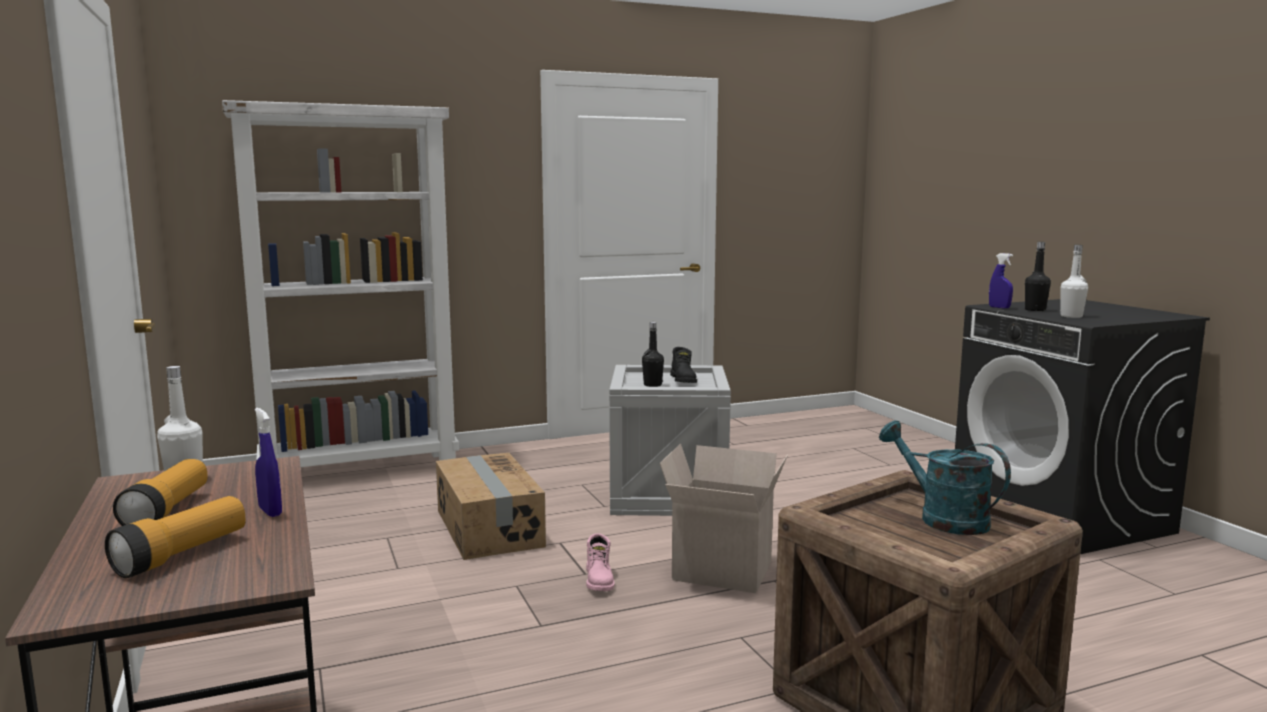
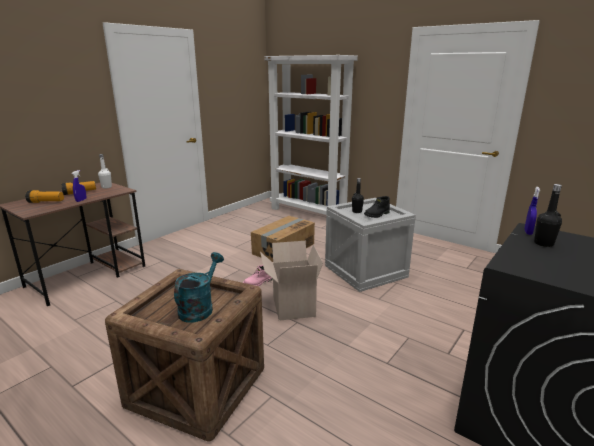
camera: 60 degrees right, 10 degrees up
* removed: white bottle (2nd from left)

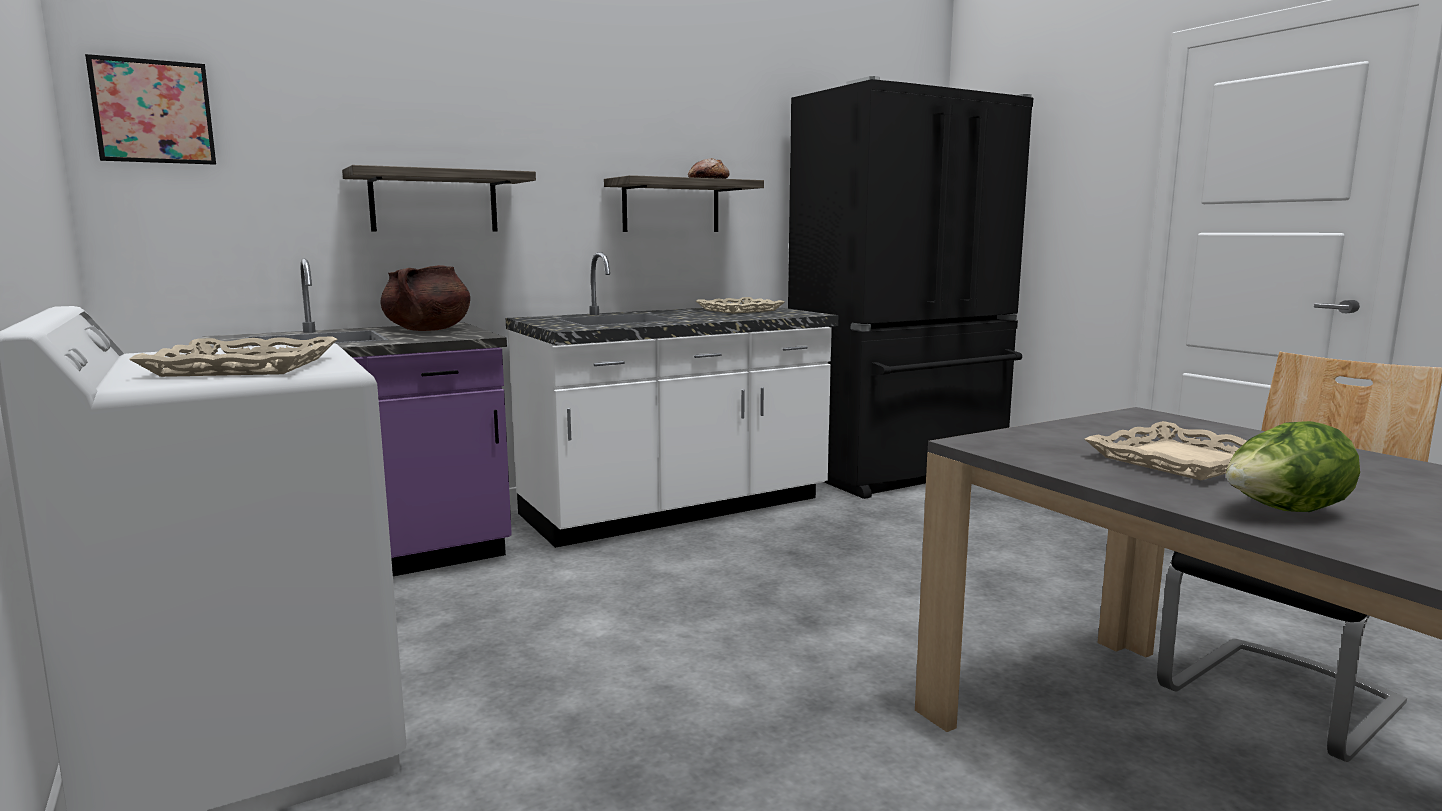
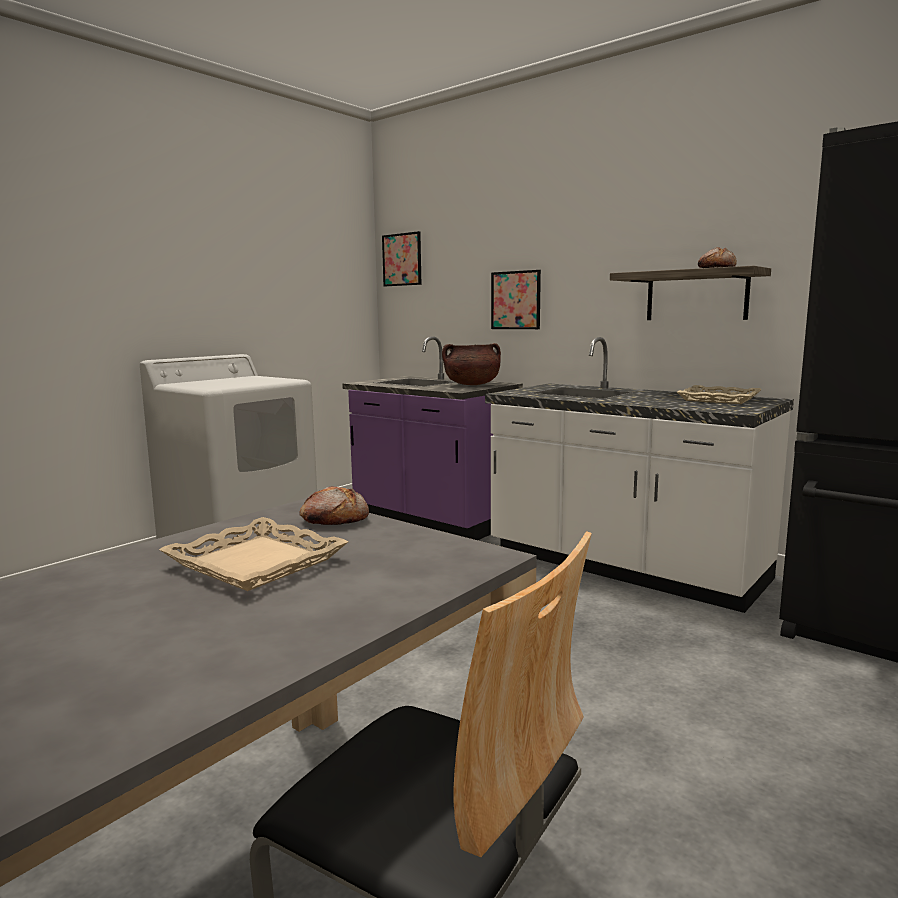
camera: 70 degrees right, 0 degrees up
* removed: beige tray (1st from left)
* removed: lettuce
* added: bread (1st from left)
* replaced: shelf (1st from left) to picture (2nd from left)

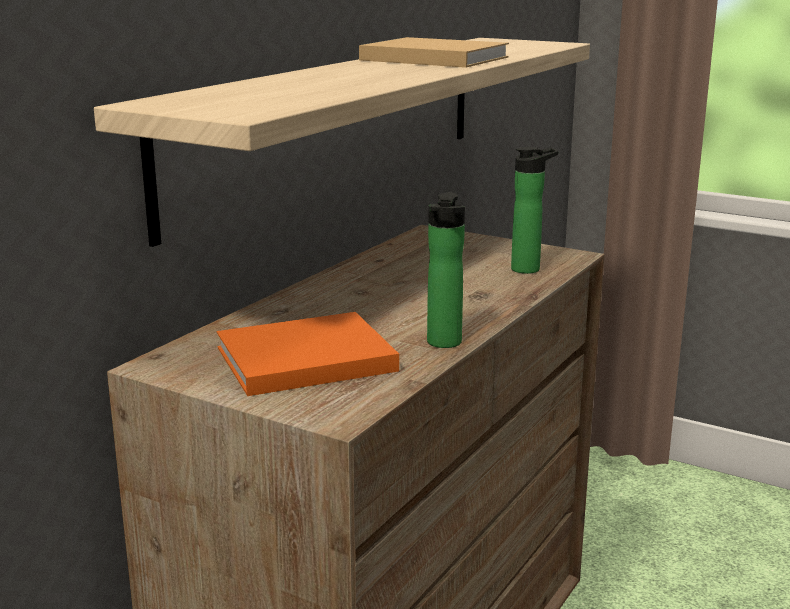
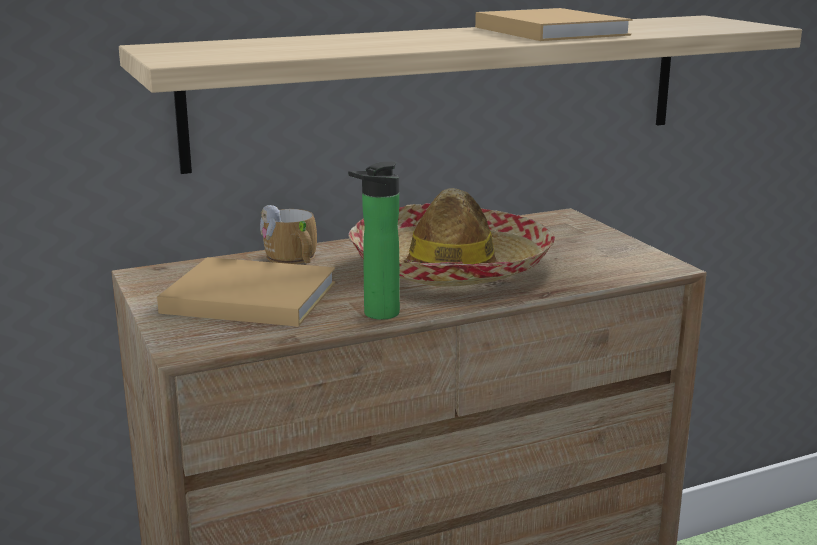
camera: 35 degrees right, 0 degrees up
* removed: bottle (2nd from left)
* added: mug
* added: hat
* recoloured: orange book to beige book (1st from left)

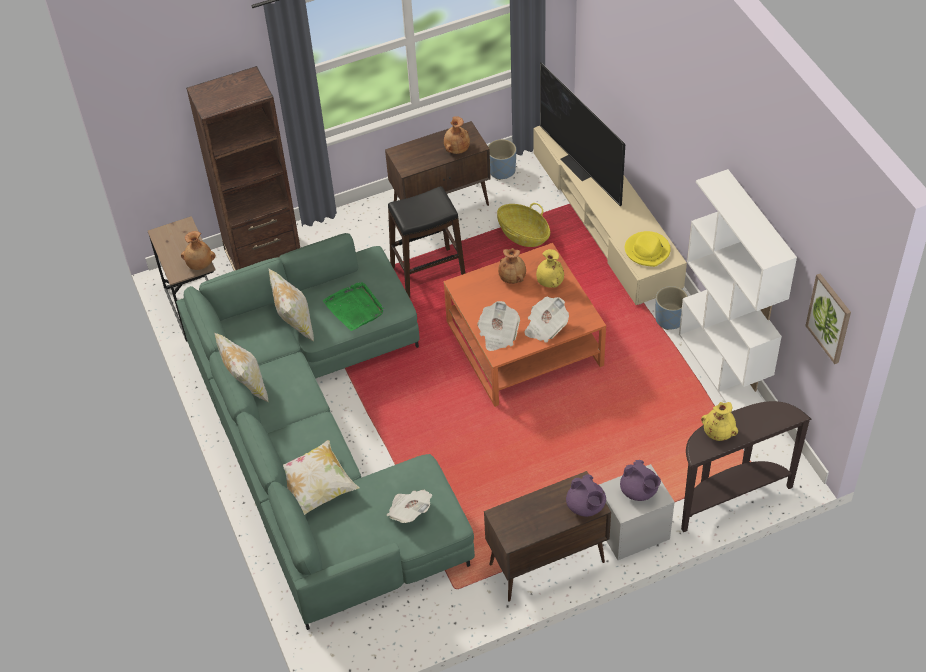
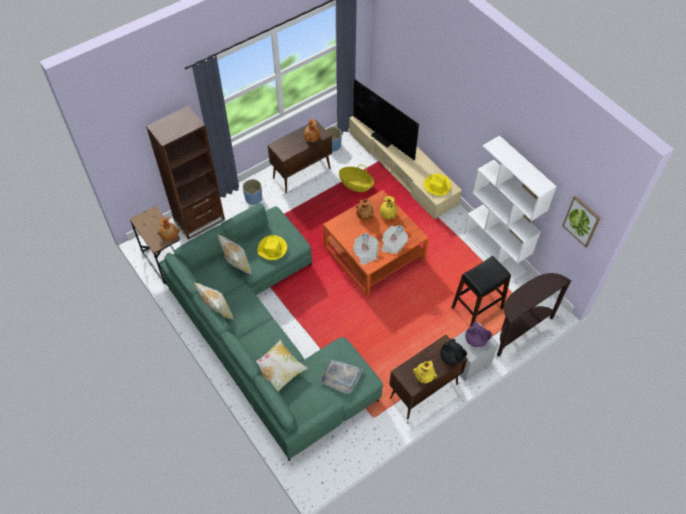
camera: 15 degrees left, 5 degrees up
* moved: black stool
* moved: blue planter (2nd from left in the first image) to blue planter (1st from left)
* moved: yellow vase (2nd from left)
* replaced: green tray to yellow hat (1st from left)
* replaced: newspaper (1st from left) to grey tray
* recoloured: purple teapot (1st from left) to black teapot

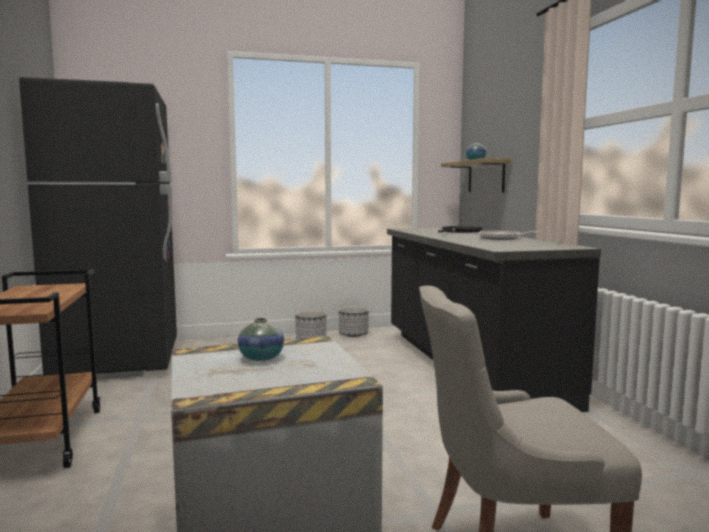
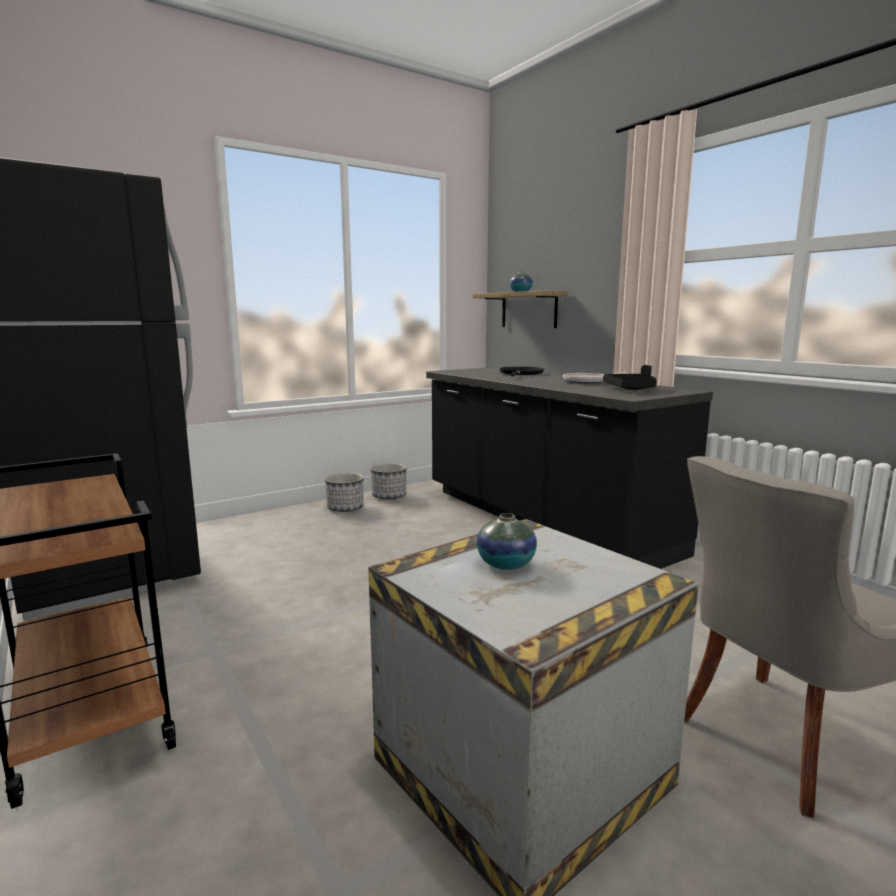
camera: 20 degrees left, 5 degrees up
* added: black tray

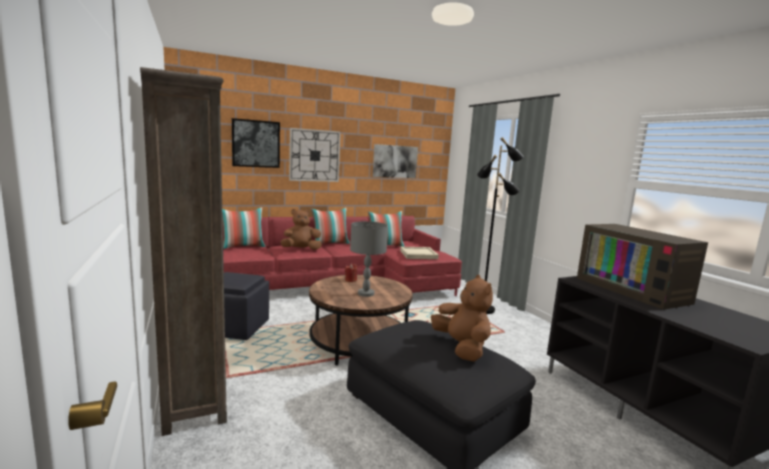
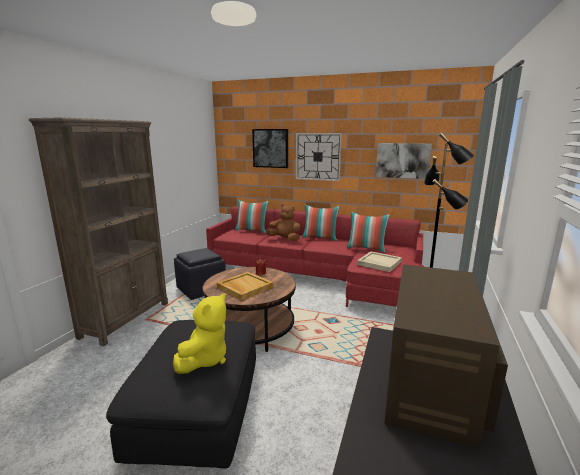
camera: 45 degrees right, 5 degrees up
* replaced: grey table lamp to beige tray (1st from left)
* recoloured: brown plush toy (2nd from left) to yellow plush toy

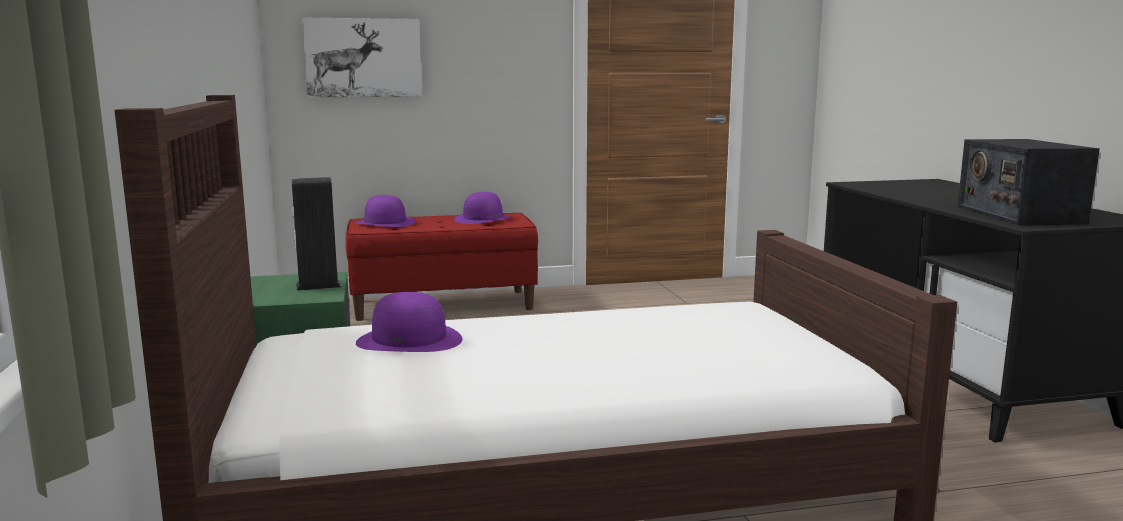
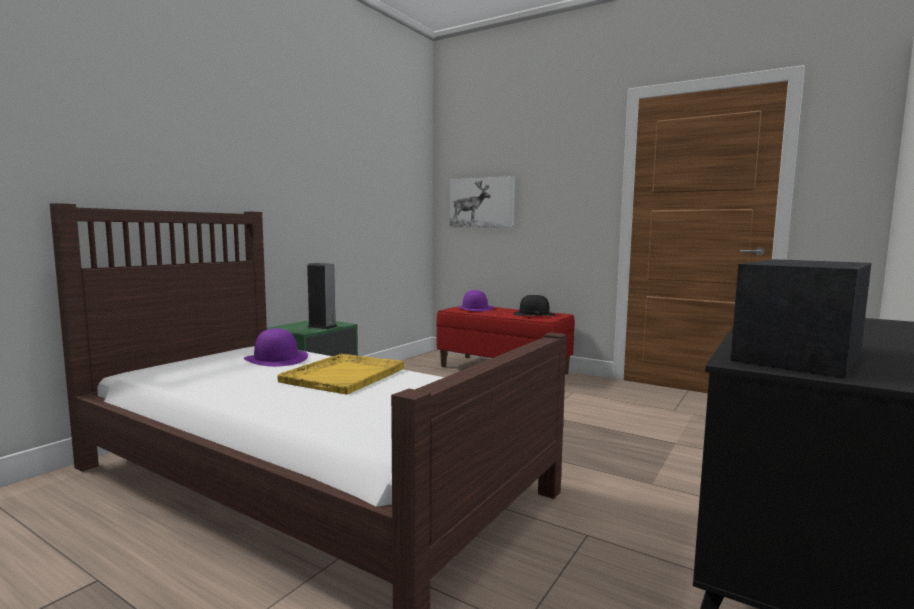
camera: 45 degrees right, 5 degrees down
* added: yellow tray
* recoloured: purple hat (3rd from left) to black hat

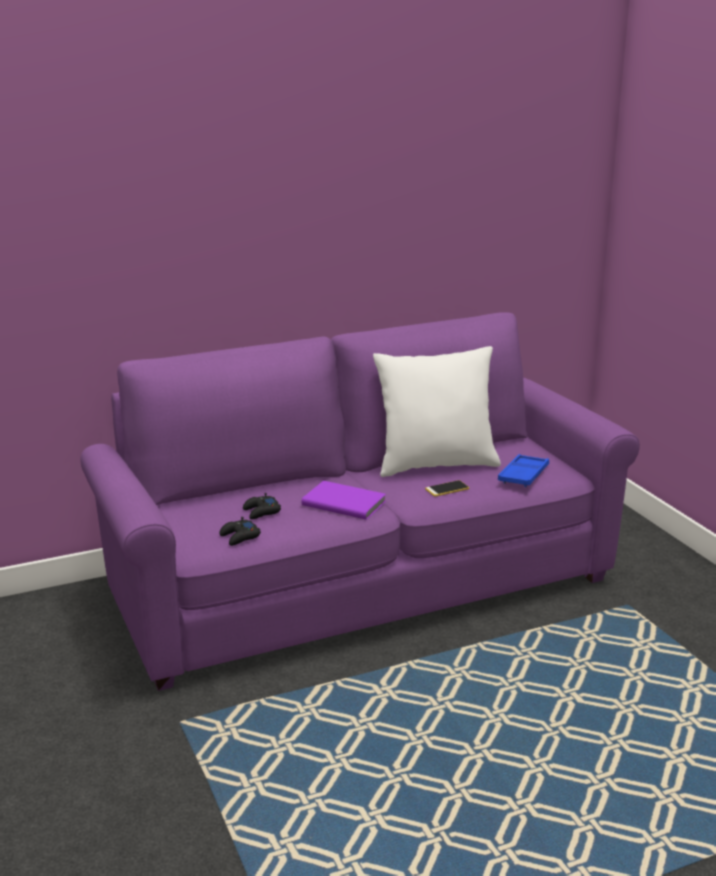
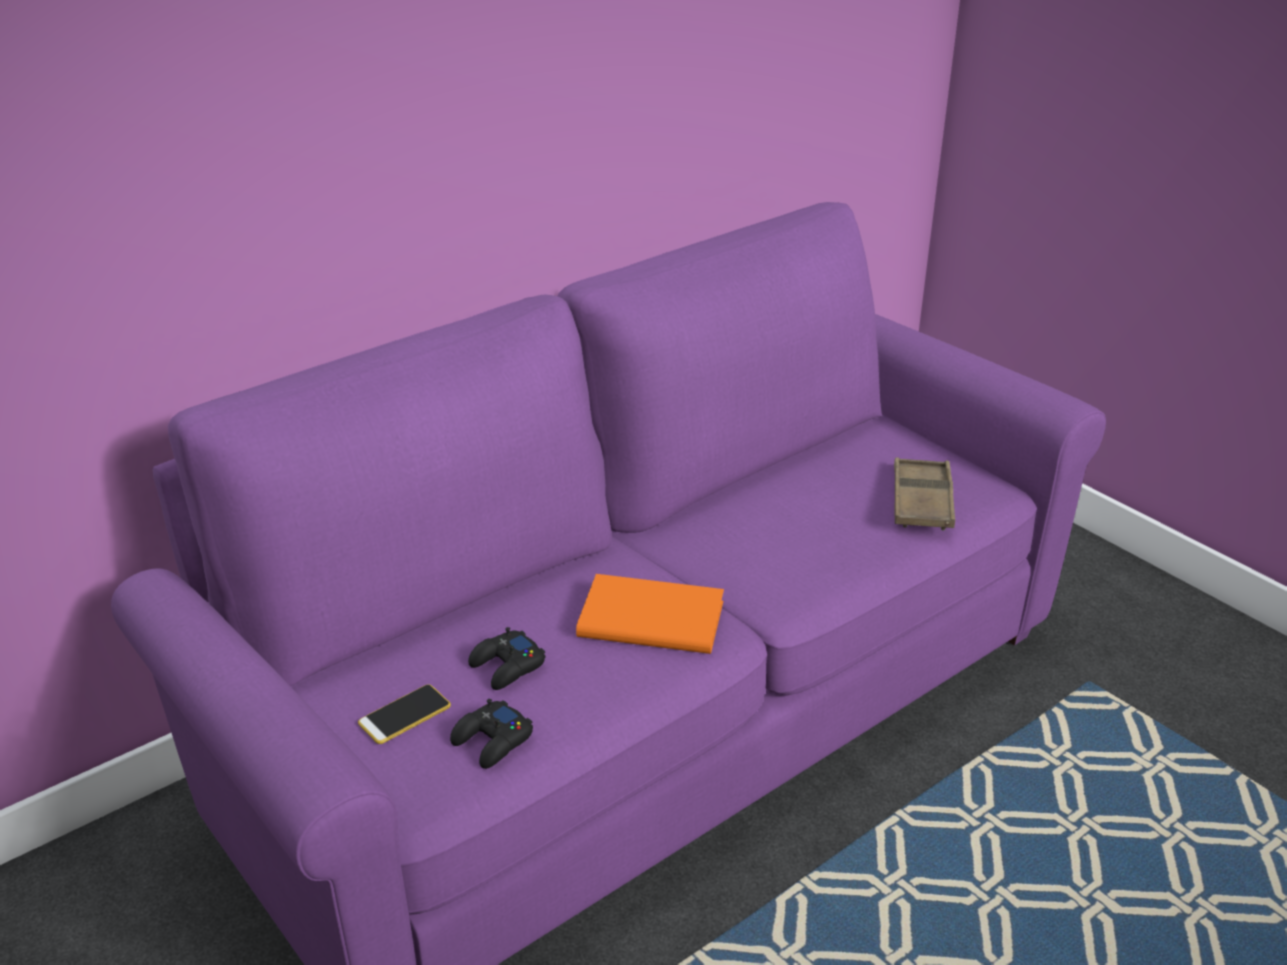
camera: 15 degrees left, 10 degrees up
* removed: white pillow
* moved: phone
* recoloured: purple book to orange book
* recoloured: blue tray to brown tray

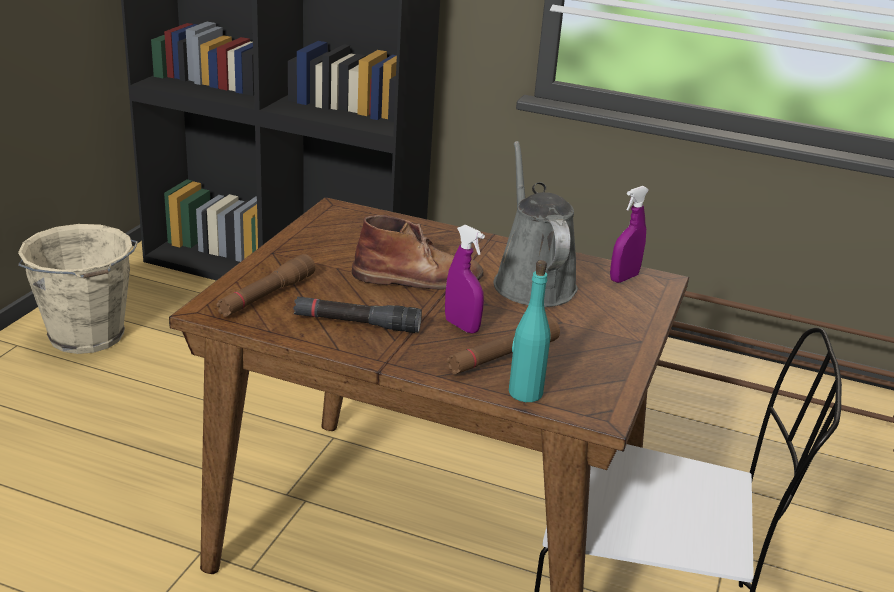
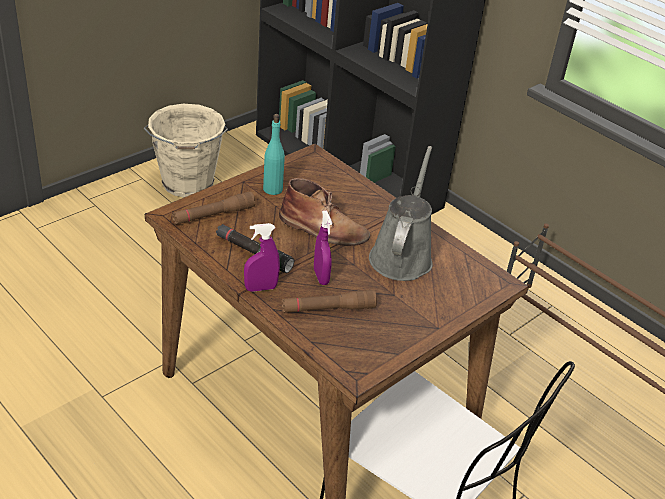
camera: 25 degrees right, 10 degrees up
* moved: turquoise bottle
* moved: purple spray bottle (2nd from left in the first image) to purple spray bottle (1st from left)

